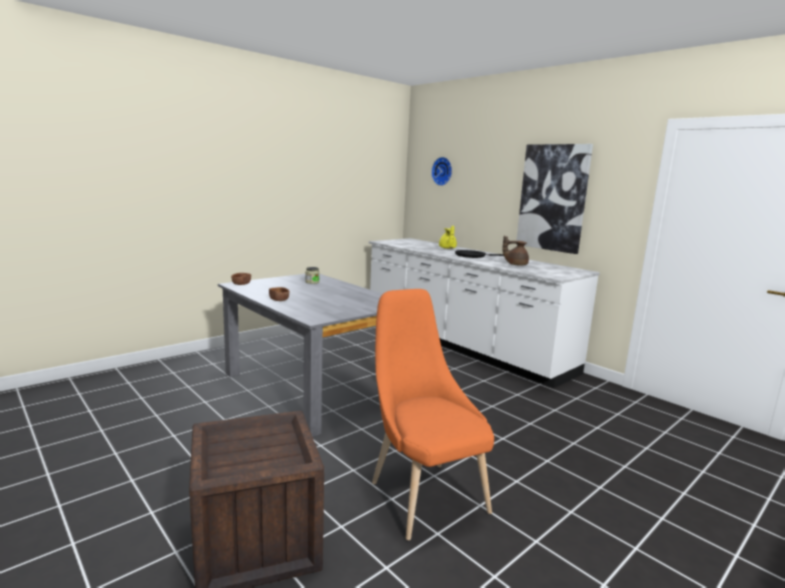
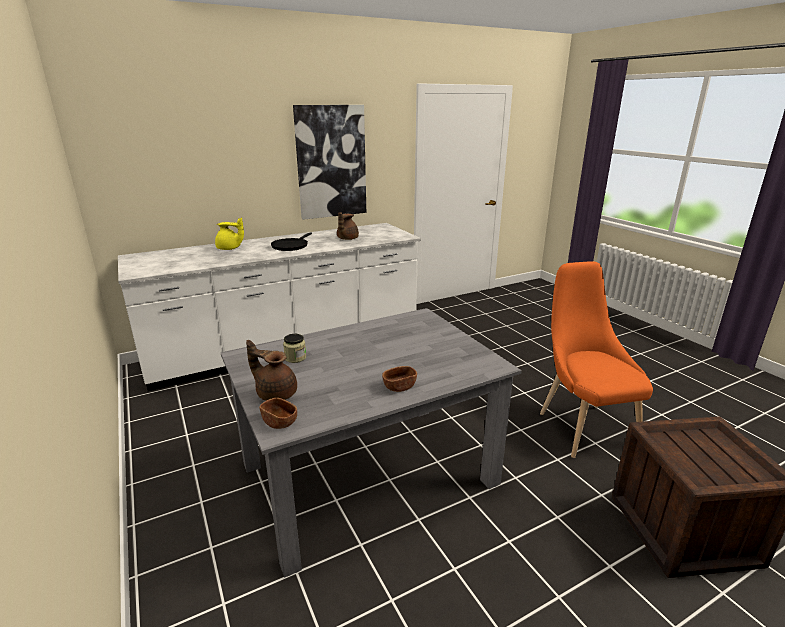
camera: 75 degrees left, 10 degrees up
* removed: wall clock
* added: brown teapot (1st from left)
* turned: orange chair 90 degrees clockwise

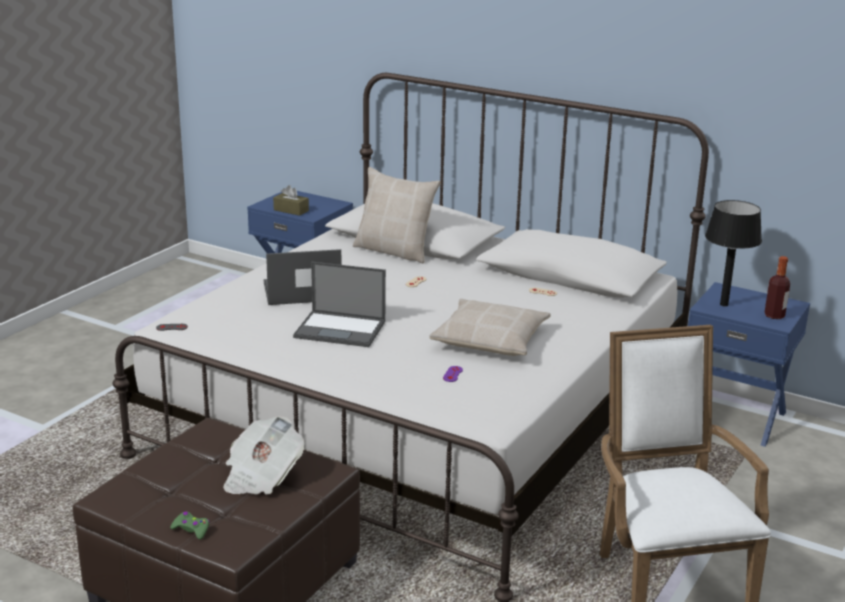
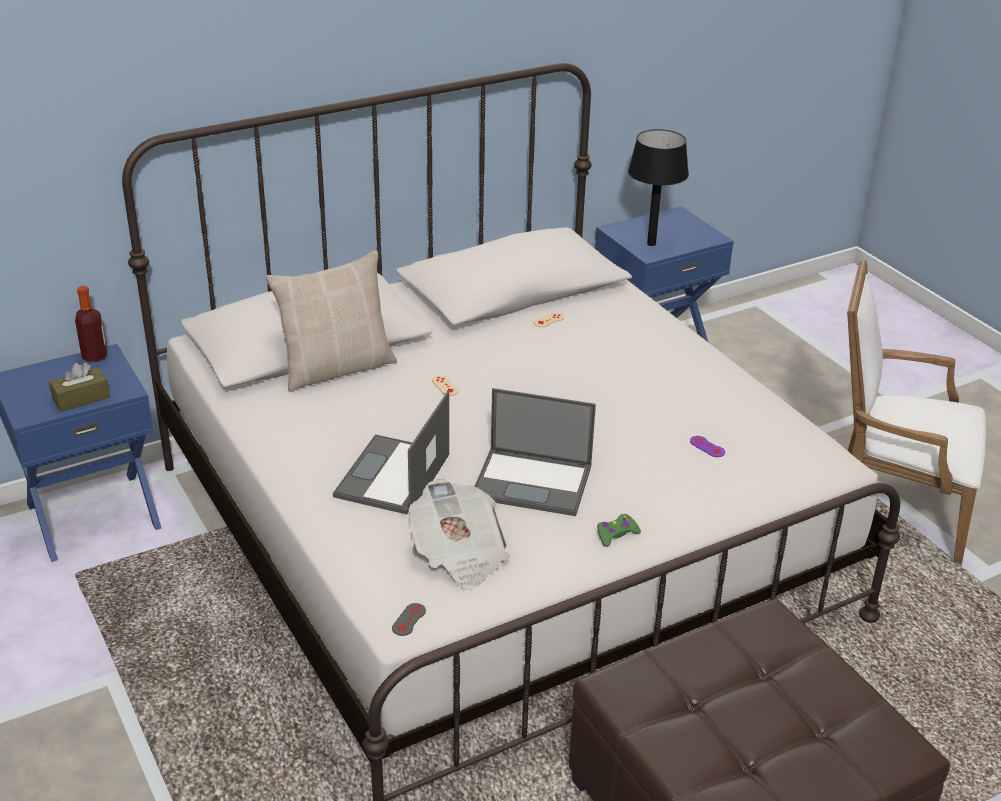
camera: 60 degrees left, 10 degrees up
* removed: beige pillow (2nd from left)
* moved: green game controller
* moved: newspaper
* moved: bottle
* turned: laptop (2nd from left) 60 degrees clockwise

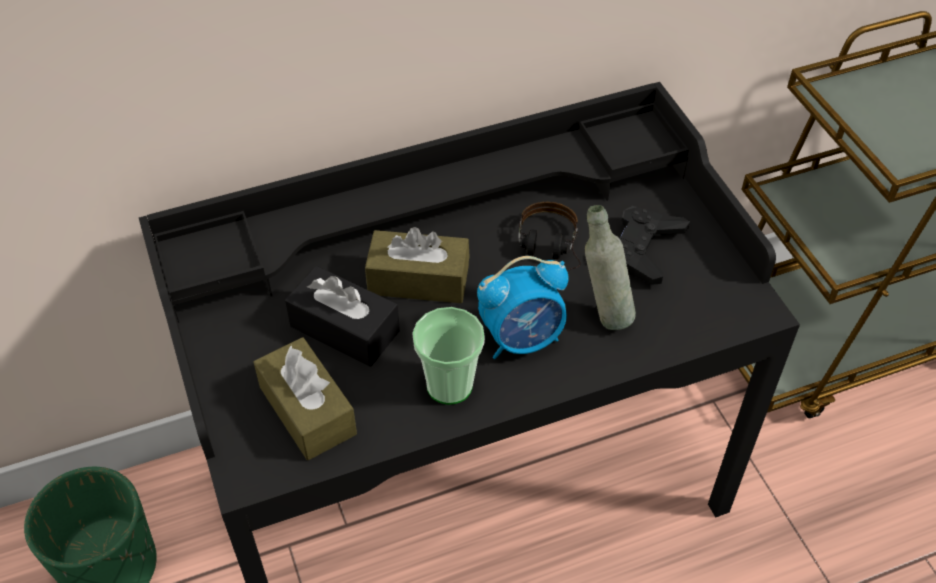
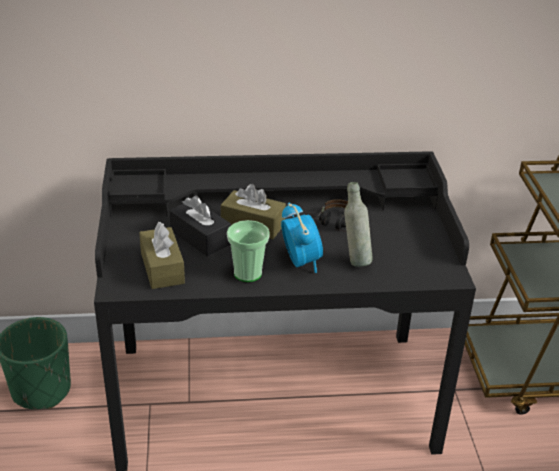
camera: 15 degrees right, 15 degrees down
* removed: black game controller
* turned: alarm clock 105 degrees counterclockwise

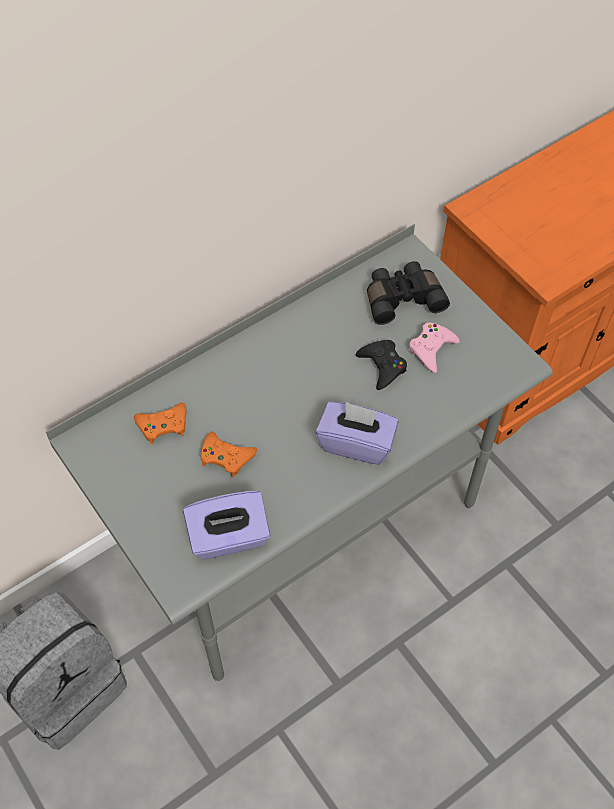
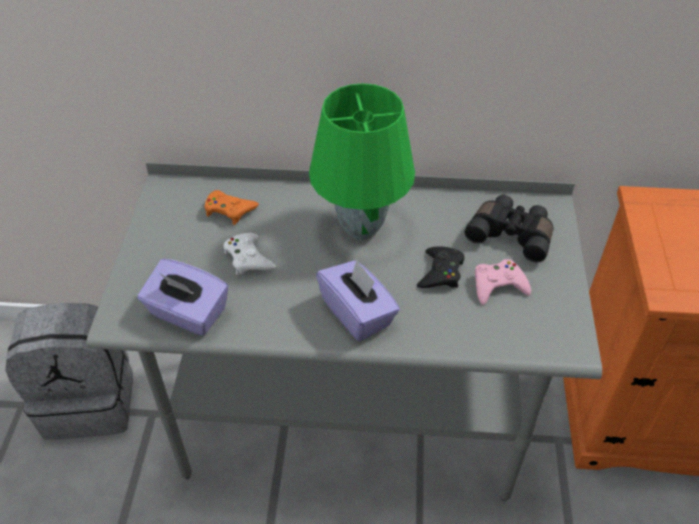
camera: 40 degrees right, 10 degrees down
* added: green table lamp
* recoloured: orange game controller (2nd from left) to white game controller

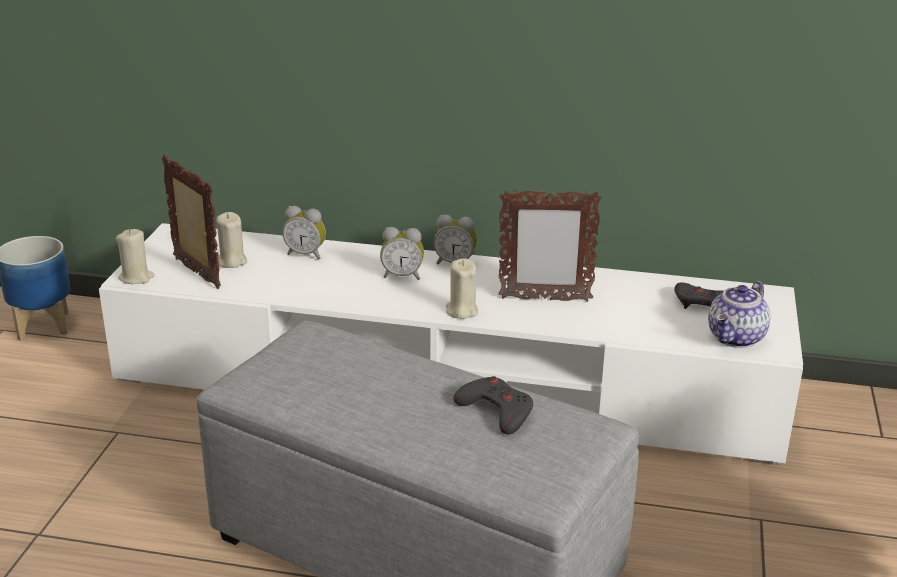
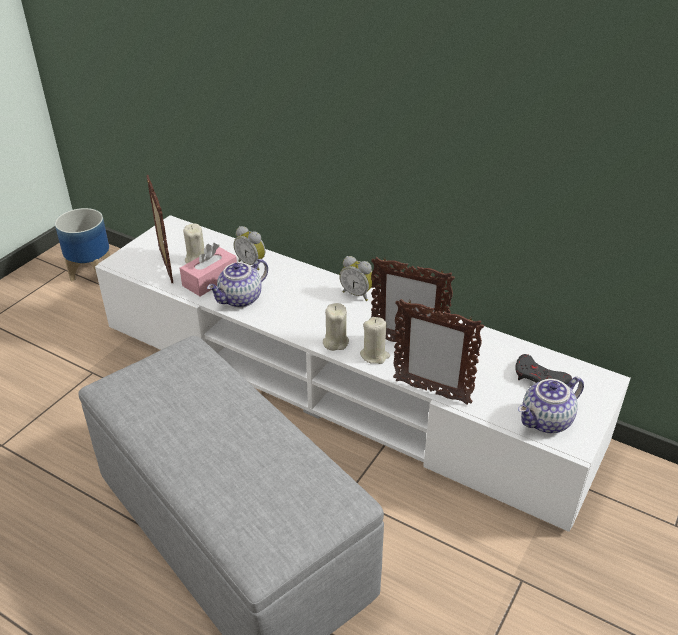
camera: 20 degrees right, 10 degrees up
* removed: alarm clock (2nd from left)
* removed: grey game controller (1st from left)
* added: pink tissue box
* added: teapot (1st from left)
* added: picture frame (3rd from left)
* moved: beige candle (1st from left in the first image) to beige candle (3rd from left)

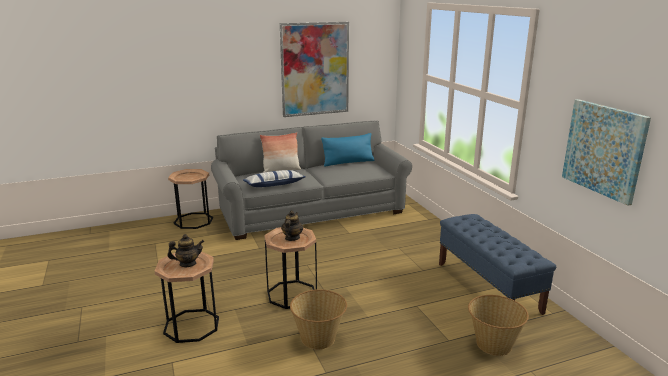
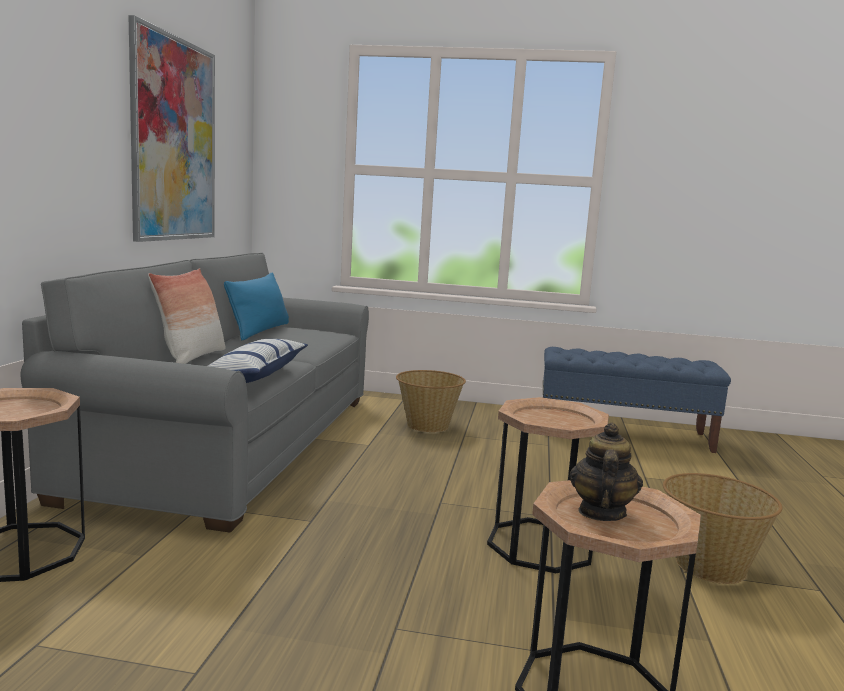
camera: 60 degrees left, 10 degrees down
* removed: teapot (2nd from left)
* removed: picture (2nd from left)
* moved: basket (2nd from left in the first image) to basket (1st from left)

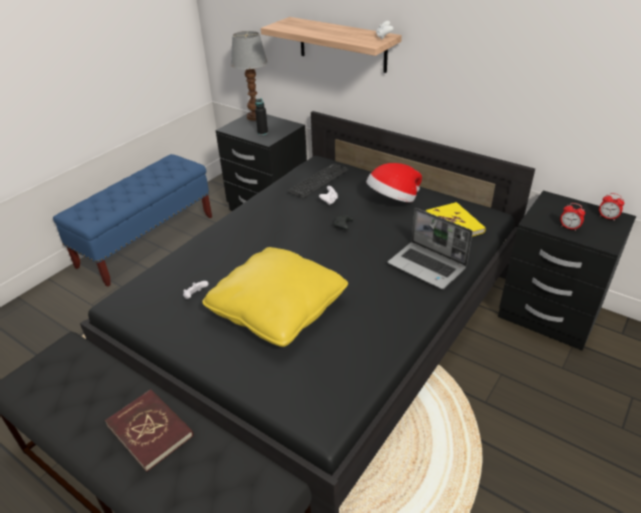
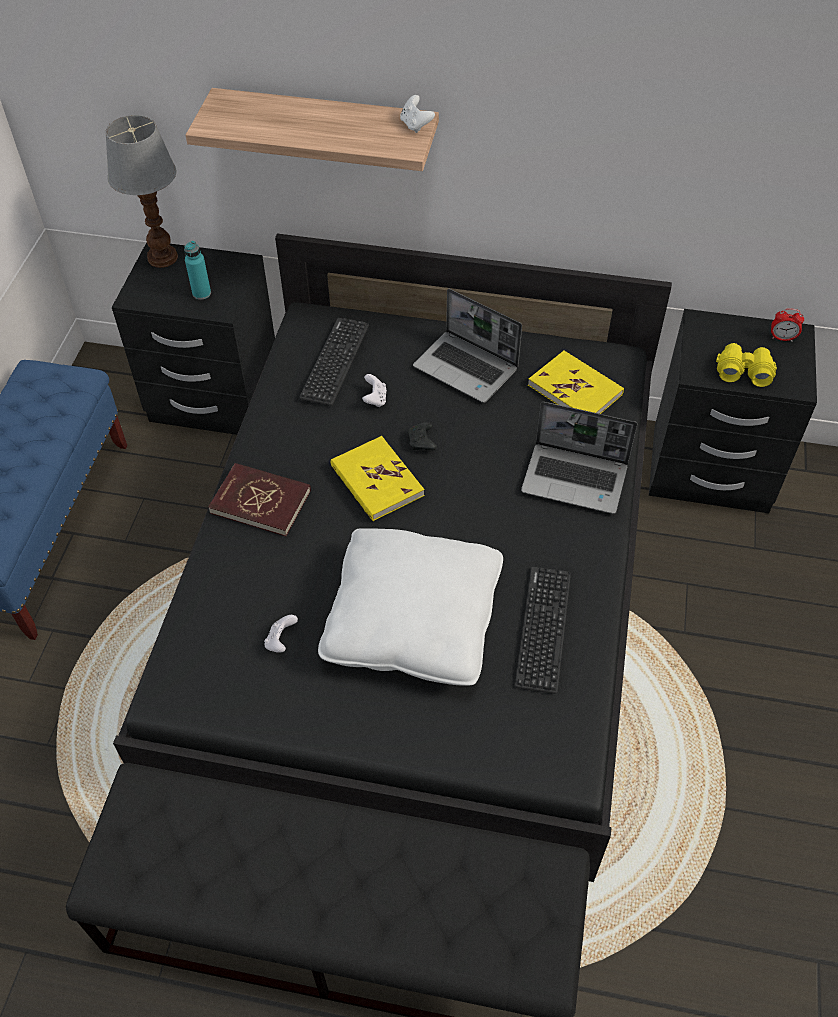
camera: 25 degrees left, 15 degrees up
* added: yellow book (1st from left)
* added: keyboard (2nd from left)
* moved: red book
* replaced: hat to laptop (1st from left)
* replaced: alarm clock (1st from left) to yellow binoculars
* recoloured: yellow pillow to white pillow
* recoloured: black bottle to turquoise bottle

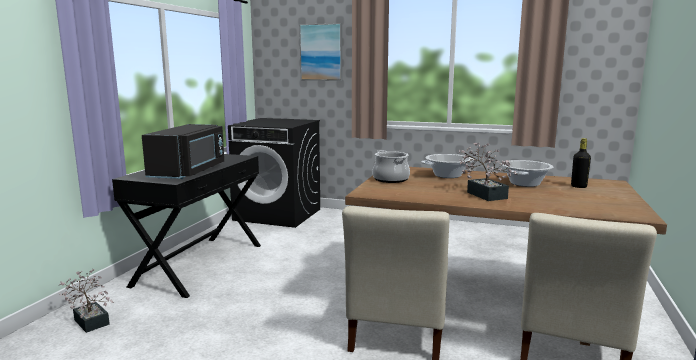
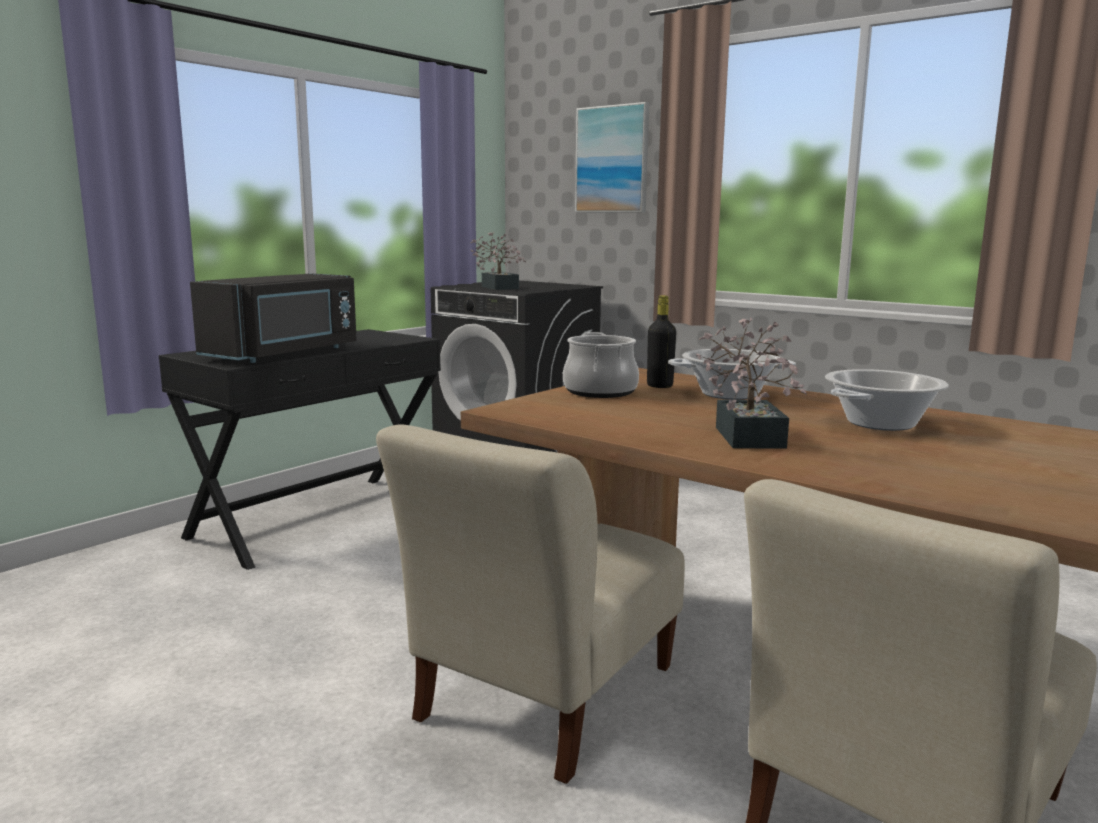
camera: 20 degrees right, 0 degrees up
* moved: potted plant (1st from left)
* moved: black bottle

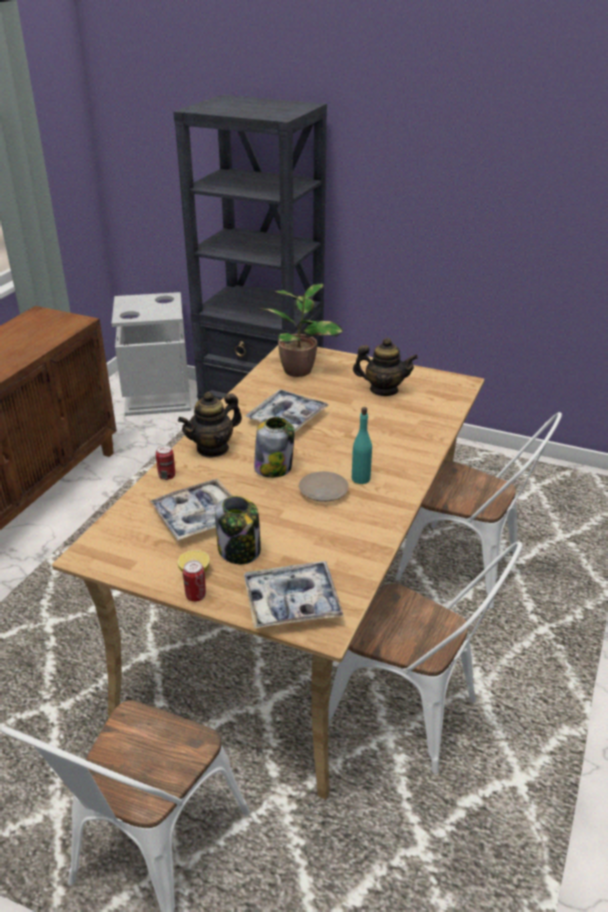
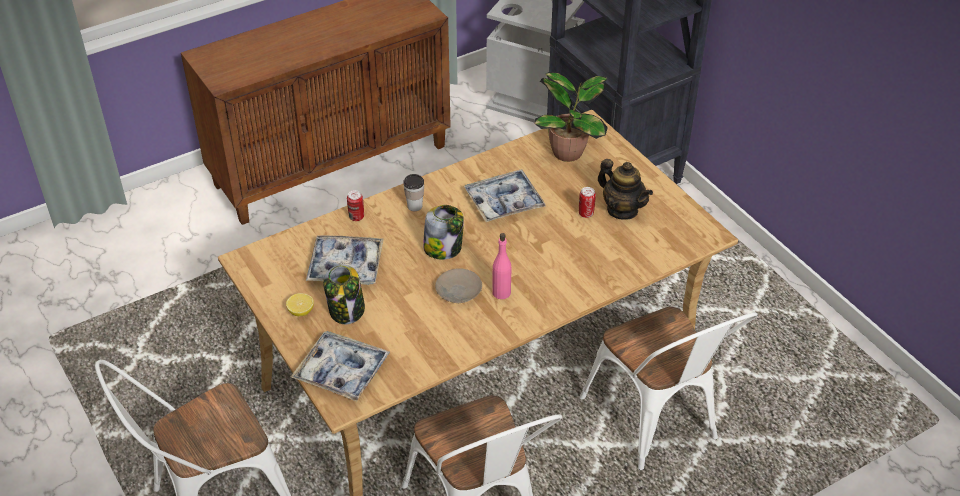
camera: 35 degrees right, 10 degrees up
* moved: can (2nd from left)
* replaced: teapot (1st from left) to cup
* recoloured: turquoise bottle to pink bottle

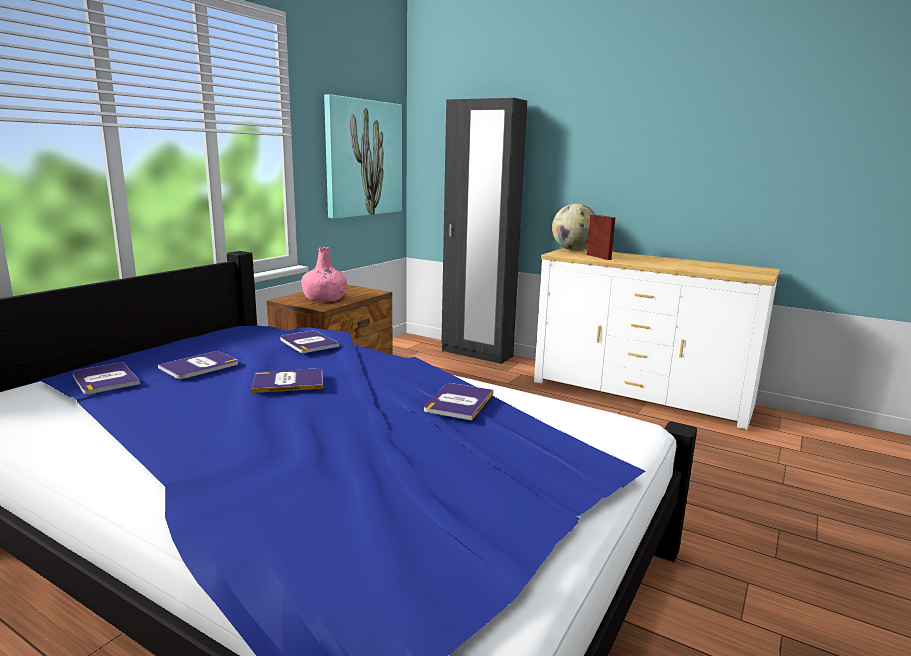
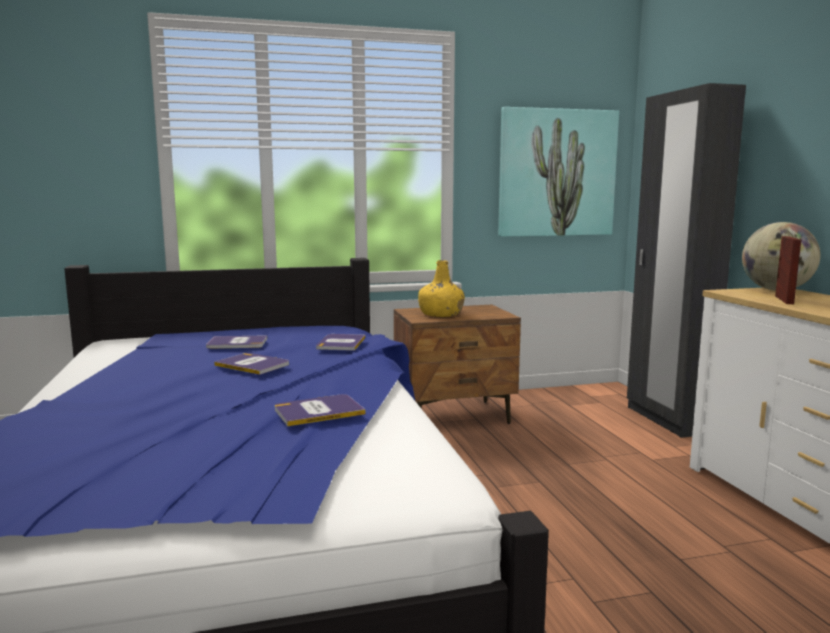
camera: 45 degrees right, 5 degrees down
* removed: book (1st from left)
* recoloured: pink bottle to yellow bottle

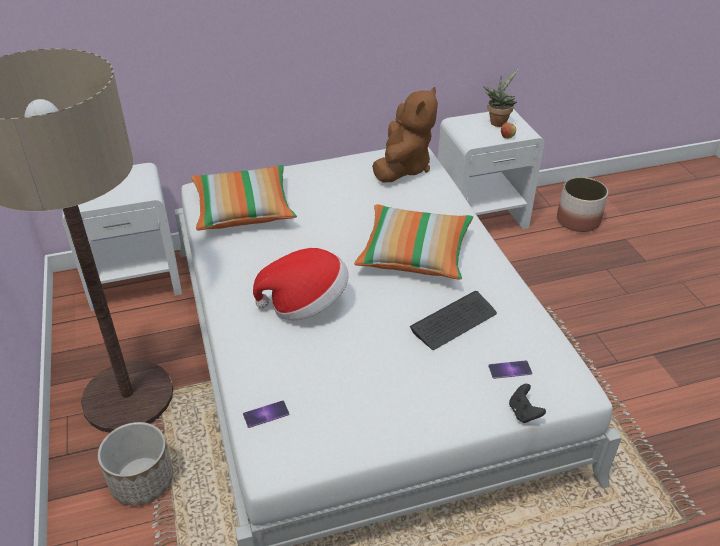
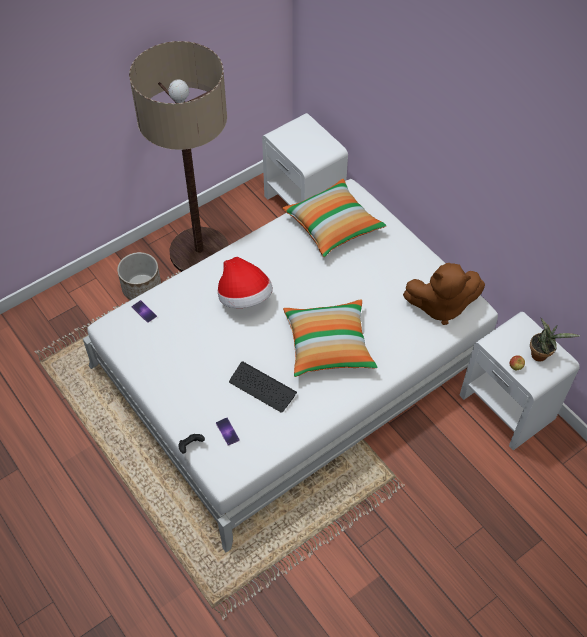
camera: 70 degrees right, 15 degrees up
* removed: planter (2nd from left)

